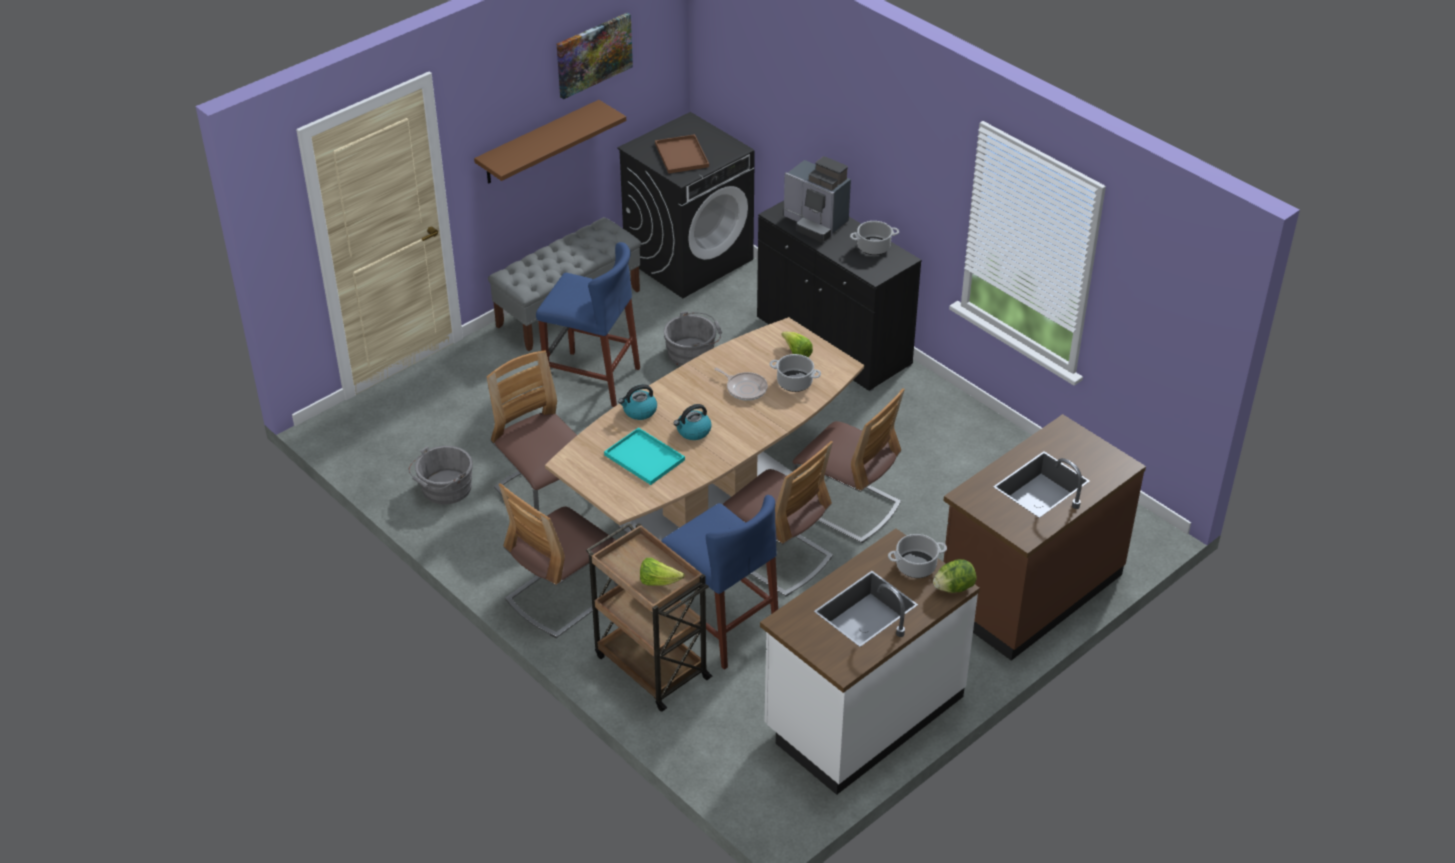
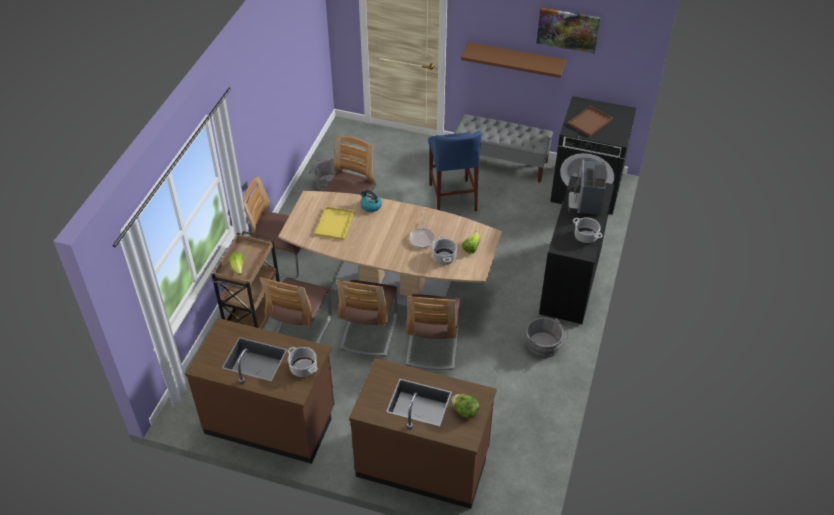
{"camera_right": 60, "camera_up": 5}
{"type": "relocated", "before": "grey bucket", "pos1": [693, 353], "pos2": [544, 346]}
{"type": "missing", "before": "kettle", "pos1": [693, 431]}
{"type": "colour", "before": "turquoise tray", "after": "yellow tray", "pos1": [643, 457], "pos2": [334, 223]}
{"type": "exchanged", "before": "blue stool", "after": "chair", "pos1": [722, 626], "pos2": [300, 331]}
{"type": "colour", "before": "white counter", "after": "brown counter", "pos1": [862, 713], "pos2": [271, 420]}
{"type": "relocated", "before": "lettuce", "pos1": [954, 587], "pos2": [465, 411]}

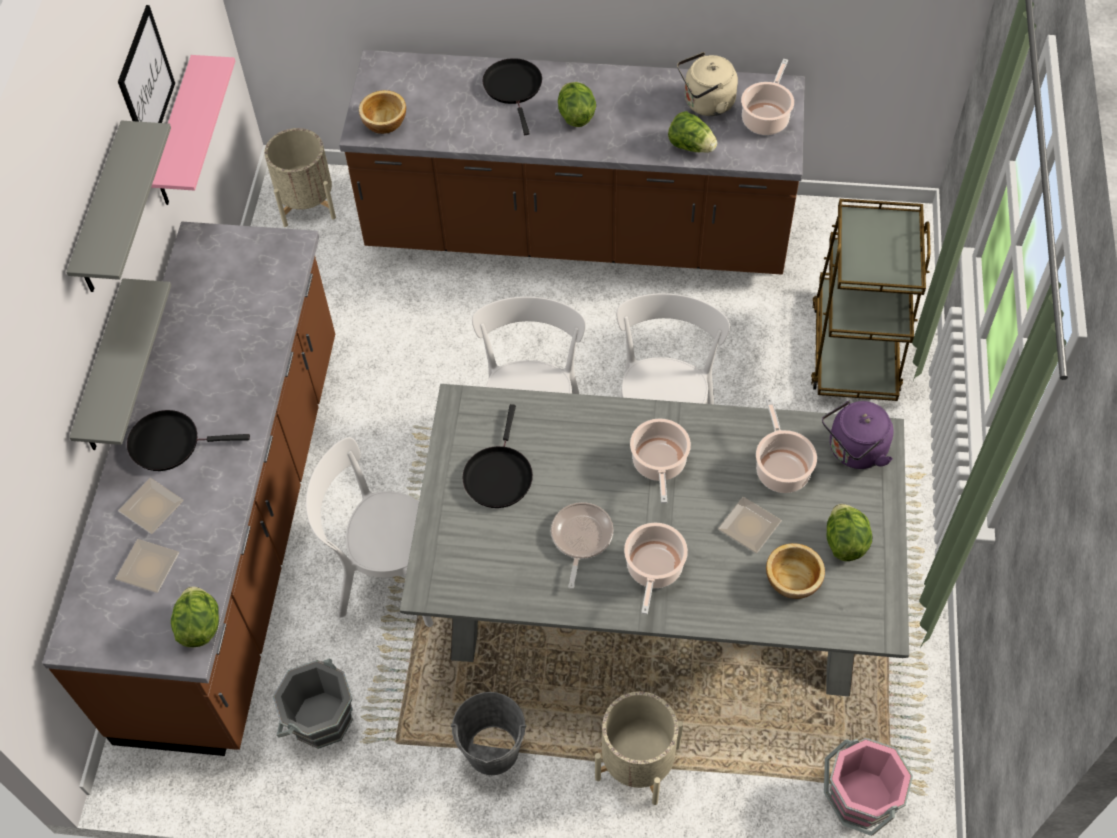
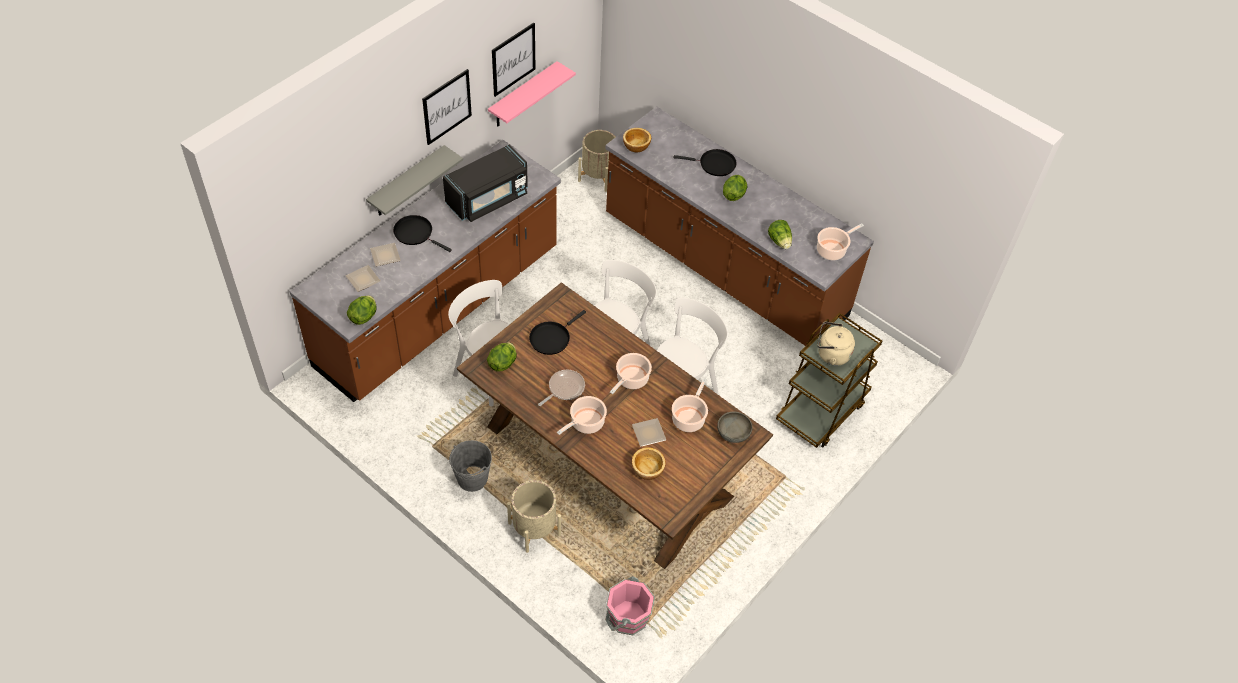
{"camera_right": 30, "camera_up": -5}
{"type": "relocated", "before": "beige kettle", "pos1": [706, 103], "pos2": [831, 354]}
{"type": "spun", "before": "black frying pan", "pos1": [514, 88], "pos2": [714, 164], "turn": 75}
{"type": "exchanged", "before": "grey shelf", "after": "picture", "pos1": [103, 213], "pos2": [447, 106]}
{"type": "colour", "before": "grey dining table", "after": "brown dining table", "pos1": [652, 597], "pos2": [607, 461]}
{"type": "exchanged", "before": "purple kettle", "after": "grey bowl", "pos1": [854, 451], "pos2": [733, 433]}
{"type": "relocated", "before": "lettuce", "pos1": [844, 541], "pos2": [503, 363]}
{"type": "missing", "before": "grey bucket", "pos1": [320, 718]}
{"type": "appeared", "after": "black microwave", "pos2": [488, 198]}

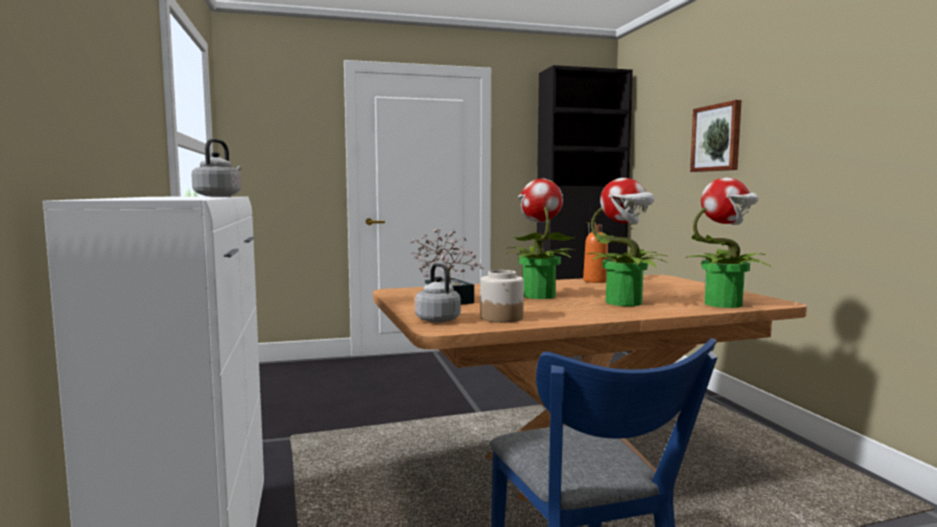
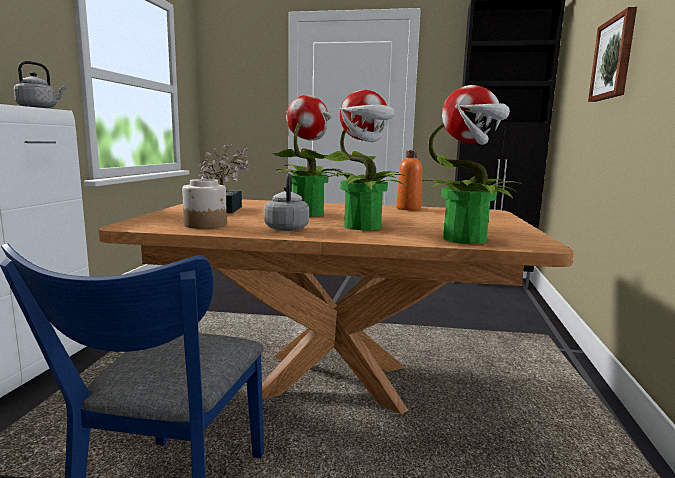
{"camera_right": 25, "camera_up": 5}
{"type": "relocated", "before": "grey kettle", "pos1": [436, 319], "pos2": [287, 228]}

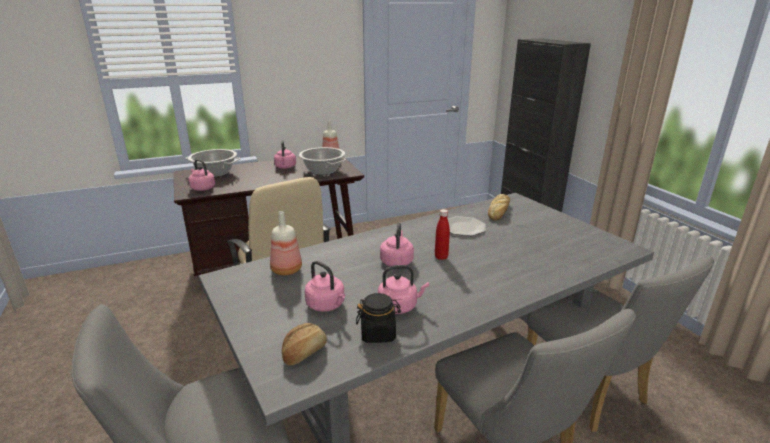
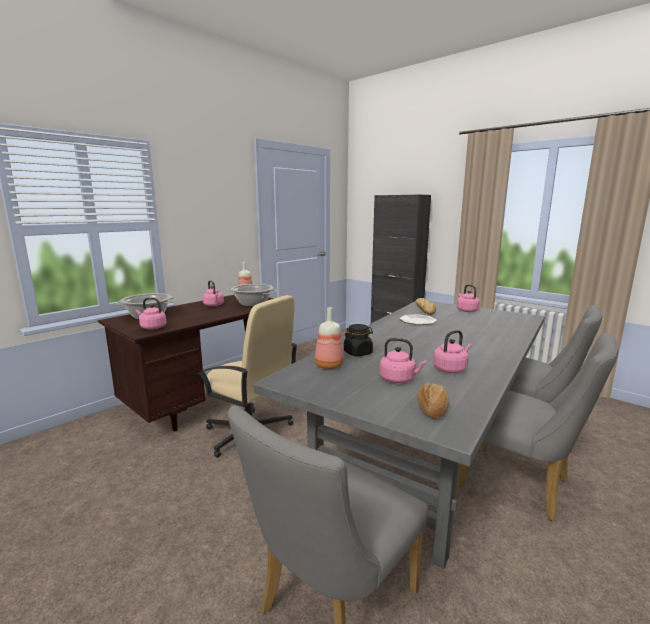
{"camera_right": -25, "camera_up": -10}
{"type": "missing", "before": "red bottle", "pos1": [441, 257]}
{"type": "relocated", "before": "pink kettle", "pos1": [396, 261], "pos2": [466, 310]}
{"type": "relocated", "before": "black jar", "pos1": [378, 333], "pos2": [358, 353]}

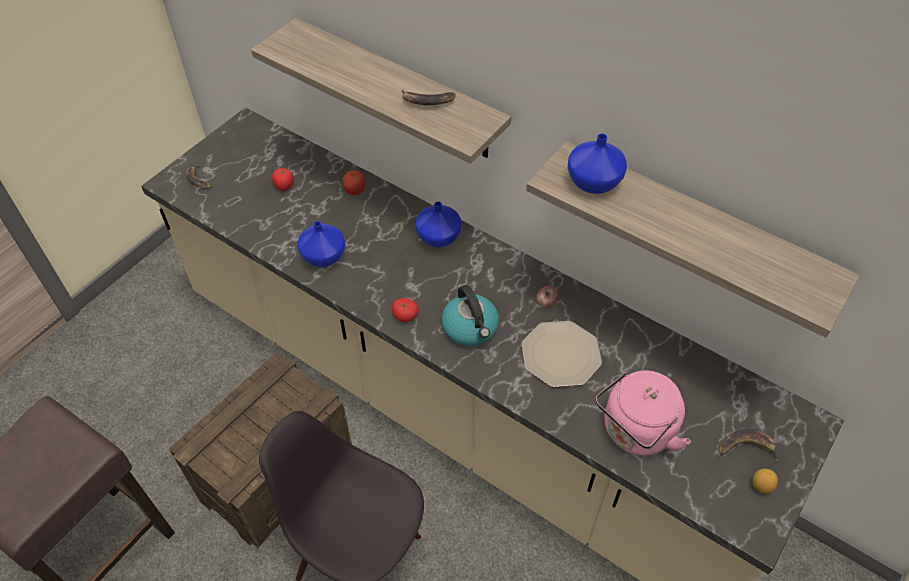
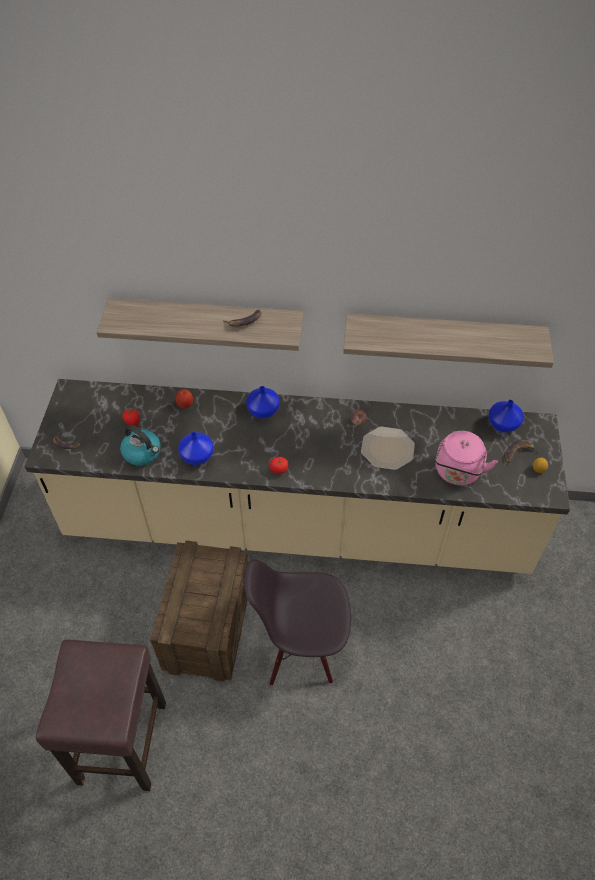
{"camera_right": -30, "camera_up": 0}
{"type": "relocated", "before": "blue vase", "pos1": [593, 181], "pos2": [502, 424]}
{"type": "relocated", "before": "kettle", "pos1": [471, 328], "pos2": [143, 453]}

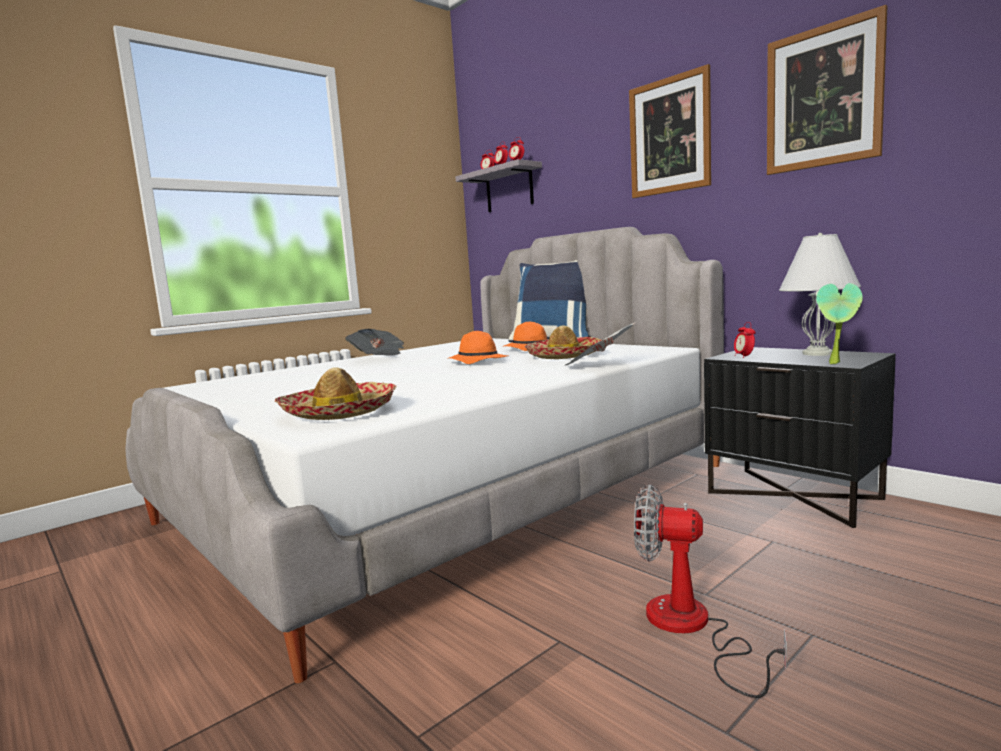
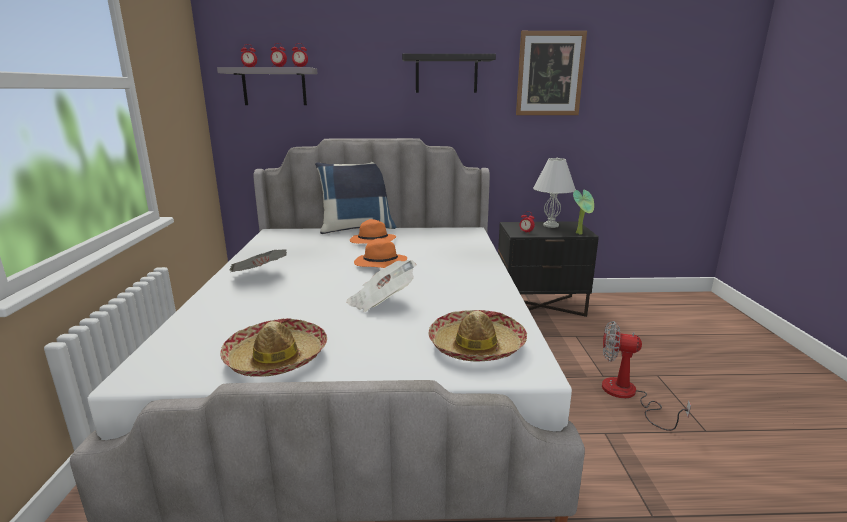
{"camera_right": -50, "camera_up": 10}
{"type": "exchanged", "before": "picture", "after": "black shelf", "pos1": [669, 136], "pos2": [446, 74]}
{"type": "relocated", "before": "newspaper", "pos1": [598, 366], "pos2": [381, 302]}
{"type": "relocated", "before": "hat", "pos1": [564, 356], "pos2": [276, 358]}
{"type": "spun", "before": "fan", "pos1": [690, 628], "pos2": [627, 395], "turn": 45}

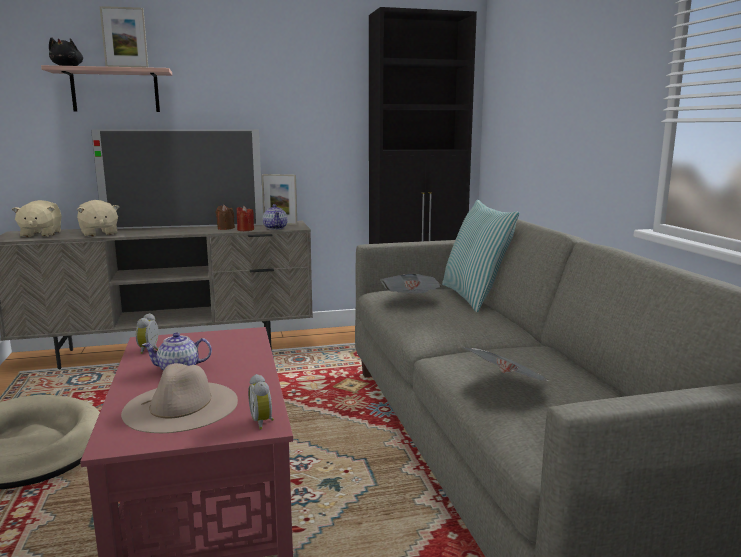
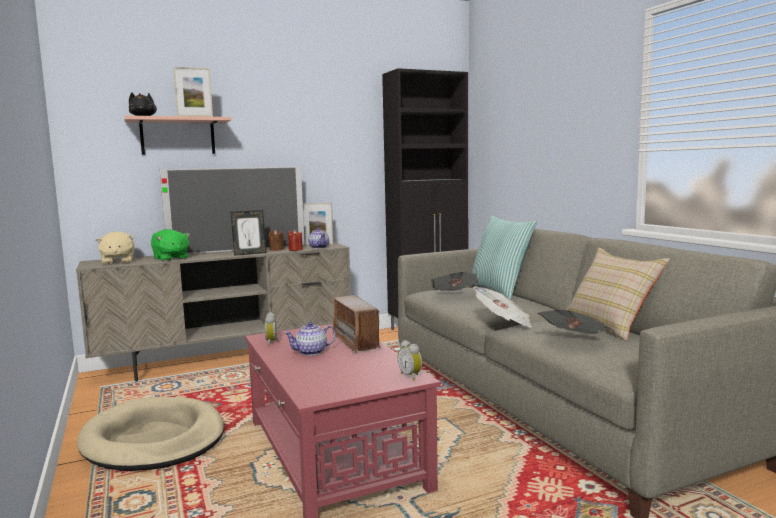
{"camera_right": -10, "camera_up": -5}
{"type": "colour", "before": "beige plush toy", "after": "green plush toy", "pos1": [99, 234], "pos2": [170, 258]}
{"type": "missing", "before": "beige hat", "pos1": [181, 406]}
{"type": "appeared", "after": "picture frame", "pos2": [250, 253]}
{"type": "appeared", "after": "beige pillow", "pos2": [609, 326]}
{"type": "appeared", "after": "newspaper", "pos2": [503, 322]}
{"type": "appeared", "after": "radio", "pos2": [356, 341]}

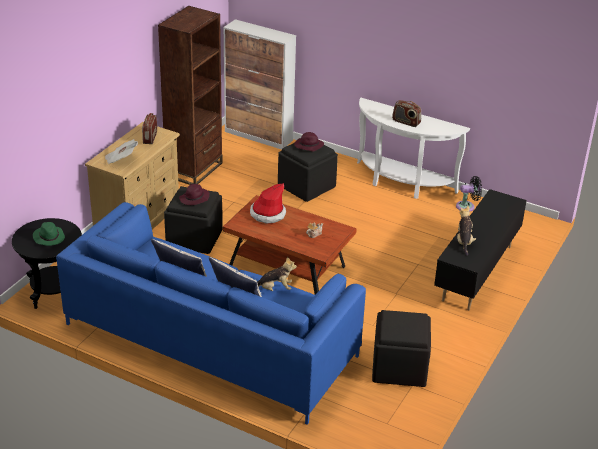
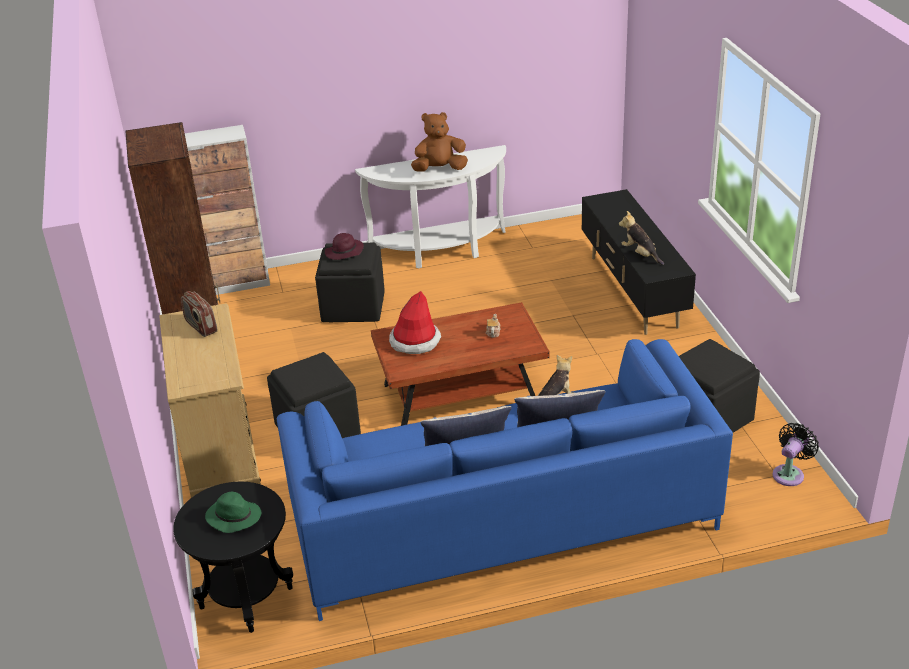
{"camera_right": -40, "camera_up": 0}
{"type": "exchanged", "before": "radio", "after": "brown plush toy", "pos1": [406, 122], "pos2": [439, 169]}
{"type": "missing", "before": "newspaper", "pos1": [121, 159]}
{"type": "relocated", "before": "black fan", "pos1": [467, 206], "pos2": [790, 473]}
{"type": "missing", "before": "purple hat", "pos1": [194, 199]}

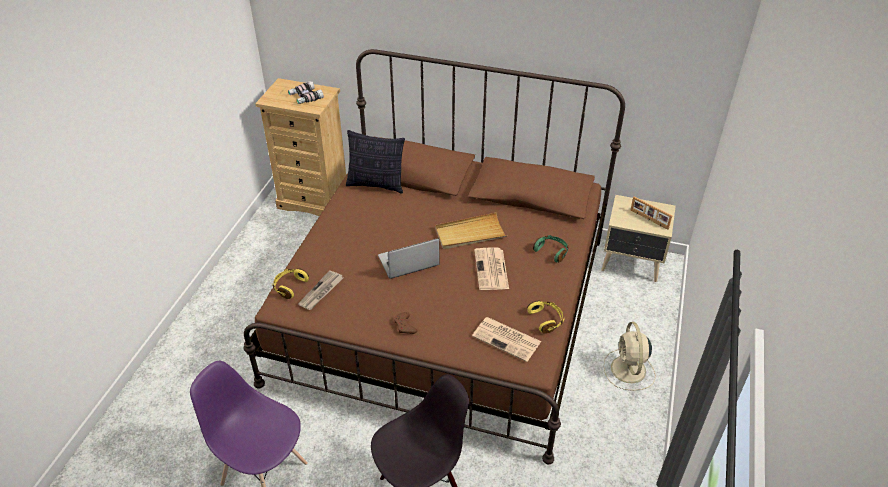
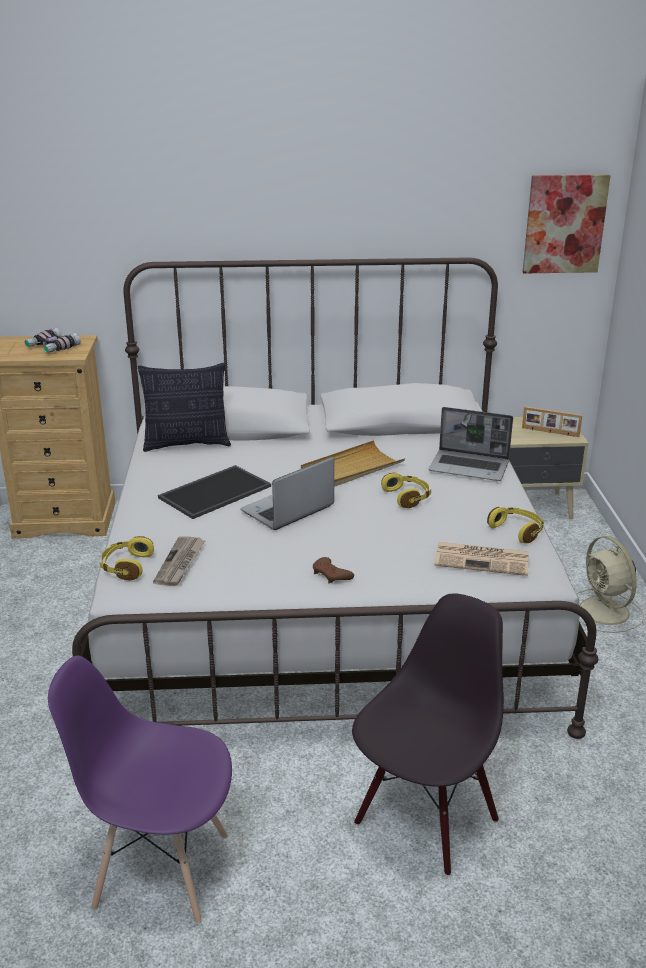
{"camera_right": -20, "camera_up": -15}
{"type": "colour", "before": "brown bed", "after": "white bed", "pos1": [443, 307], "pos2": [322, 598]}
{"type": "exchanged", "before": "green headphones", "after": "laptop", "pos1": [552, 251], "pos2": [470, 467]}
{"type": "exchanged", "before": "newspaper", "after": "yellow headphones", "pos1": [491, 270], "pos2": [407, 497]}
{"type": "appeared", "after": "picture", "pos2": [564, 224]}
{"type": "appeared", "after": "tray", "pos2": [215, 491]}

